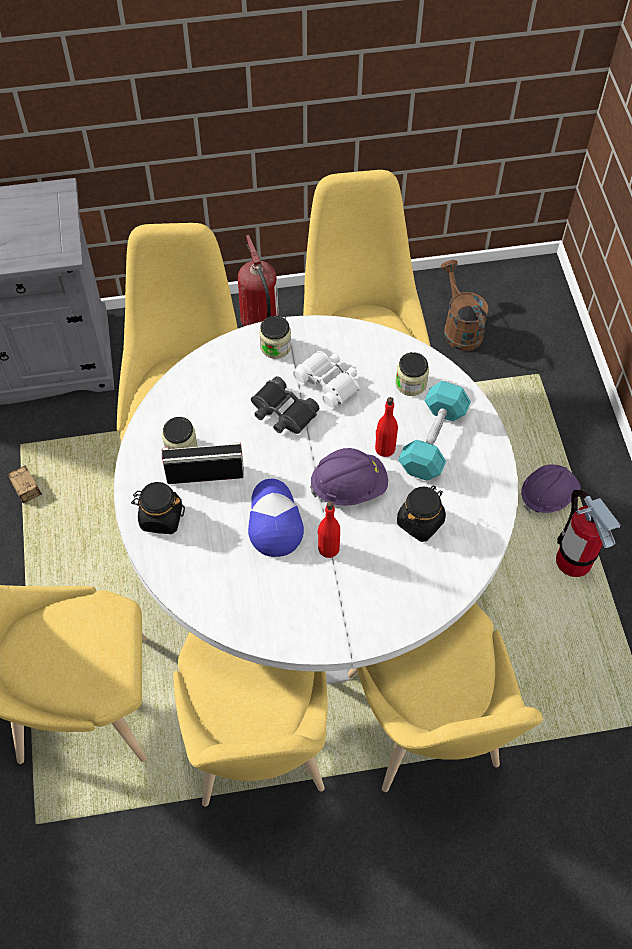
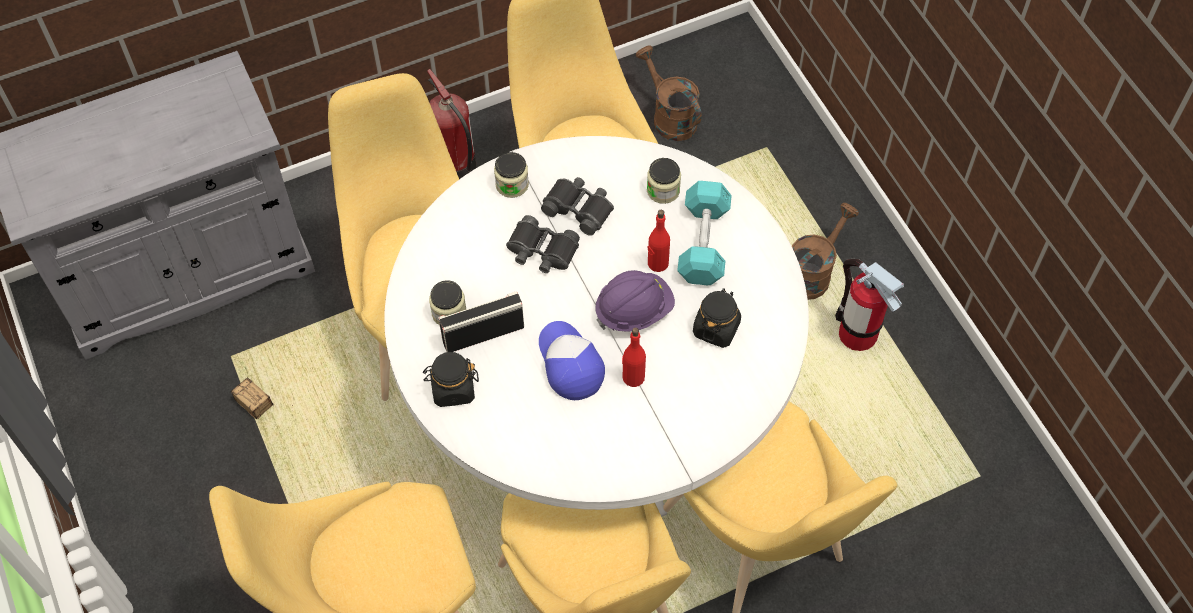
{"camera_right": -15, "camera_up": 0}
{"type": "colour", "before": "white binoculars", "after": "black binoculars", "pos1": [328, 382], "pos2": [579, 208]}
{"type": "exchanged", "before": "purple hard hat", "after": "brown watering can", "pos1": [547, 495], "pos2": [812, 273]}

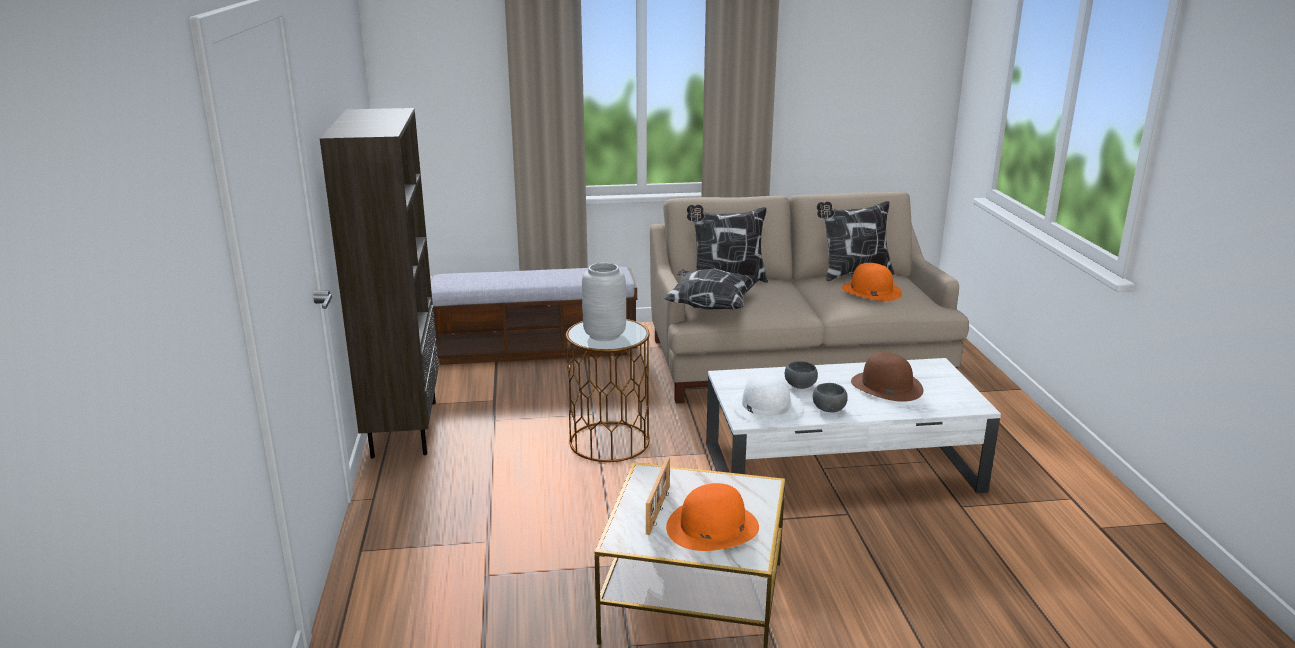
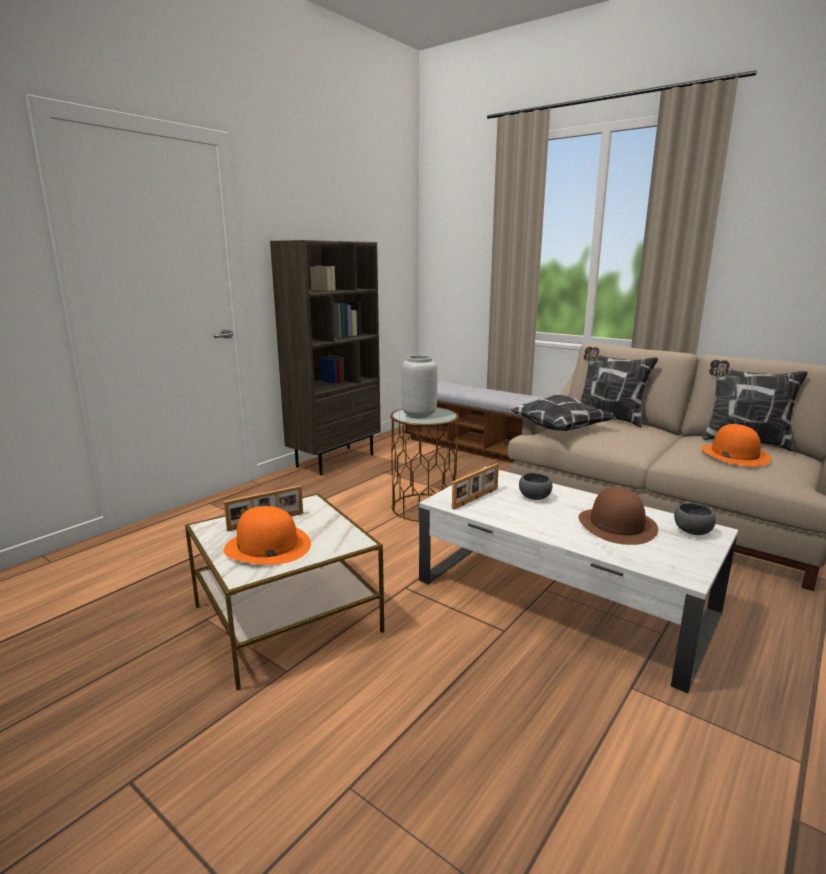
{"camera_right": 45, "camera_up": -5}
{"type": "exchanged", "before": "white hat", "after": "picture frame", "pos1": [765, 406], "pos2": [476, 498]}
{"type": "relocated", "before": "grey bowl", "pos1": [828, 409], "pos2": [691, 531]}

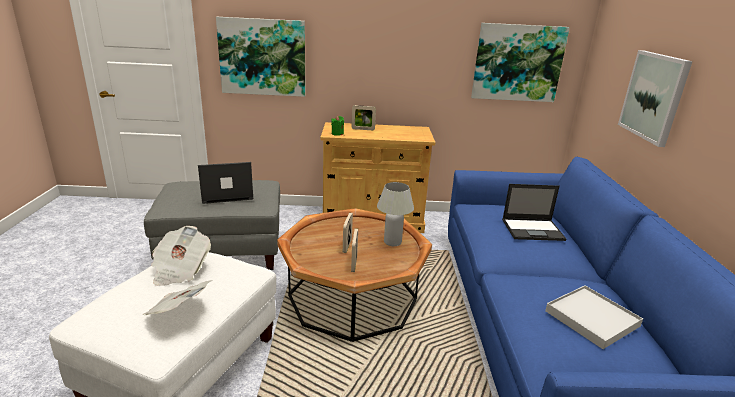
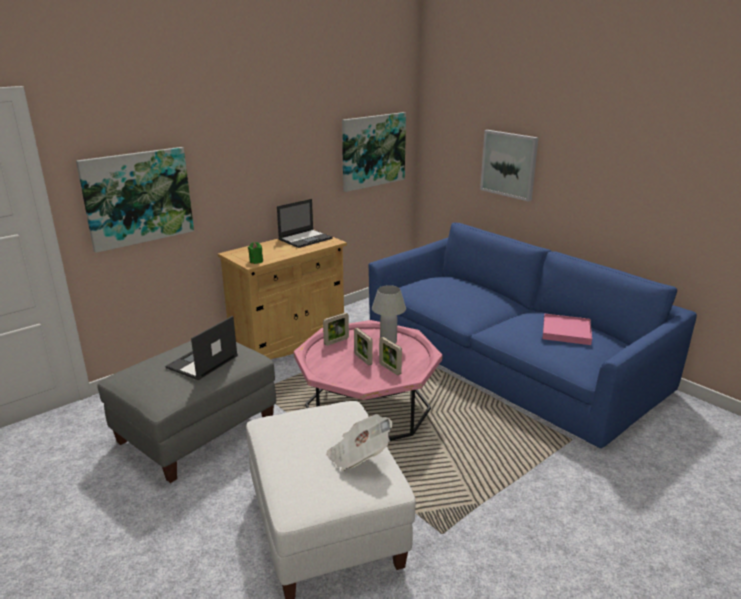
{"camera_right": -40, "camera_up": 0}
{"type": "relocated", "before": "picture frame", "pos1": [363, 129], "pos2": [336, 341]}
{"type": "relocated", "before": "laptop", "pos1": [533, 230], "pos2": [306, 239]}
{"type": "colour", "before": "brown coffee table", "after": "pink coffee table", "pos1": [352, 298], "pos2": [367, 408]}
{"type": "missing", "before": "newspaper", "pos1": [180, 270]}
{"type": "colour", "before": "white tray", "after": "pink tray", "pos1": [591, 318], "pos2": [566, 331]}

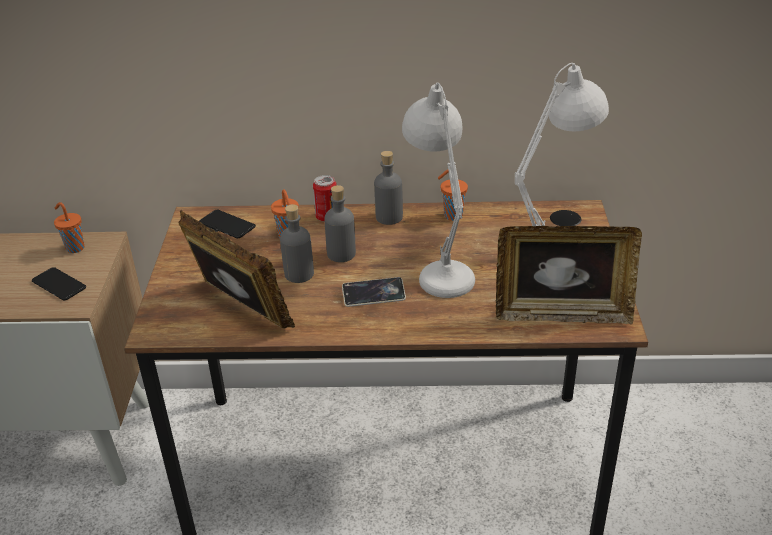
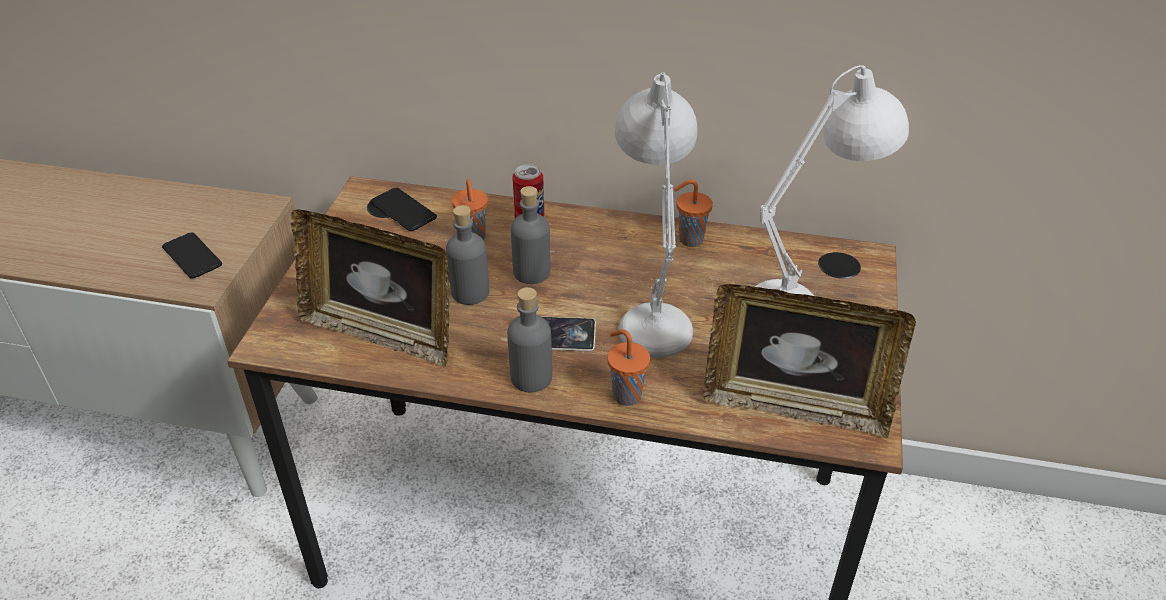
{"camera_right": 10, "camera_up": 5}
{"type": "relocated", "before": "grey bottle", "pos1": [389, 217], "pos2": [531, 377]}
{"type": "relocated", "before": "orange cup", "pos1": [74, 248], "pos2": [625, 394]}
{"type": "spun", "before": "picture frame", "pos1": [240, 311], "pos2": [381, 333], "turn": 150}

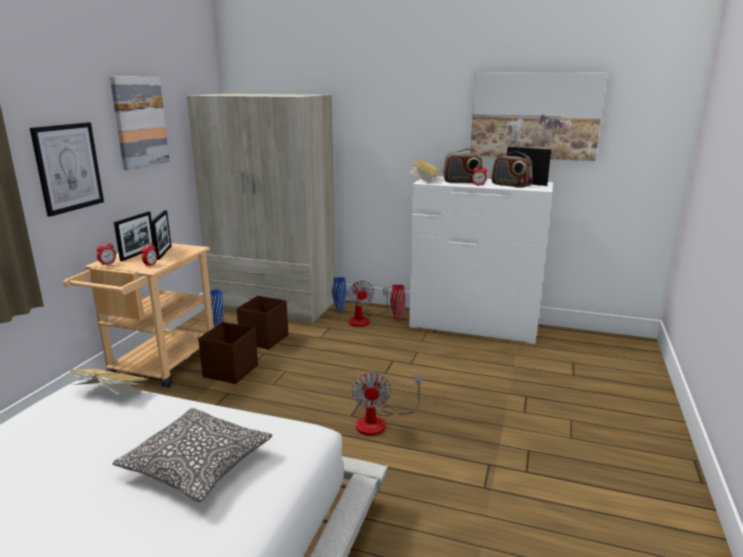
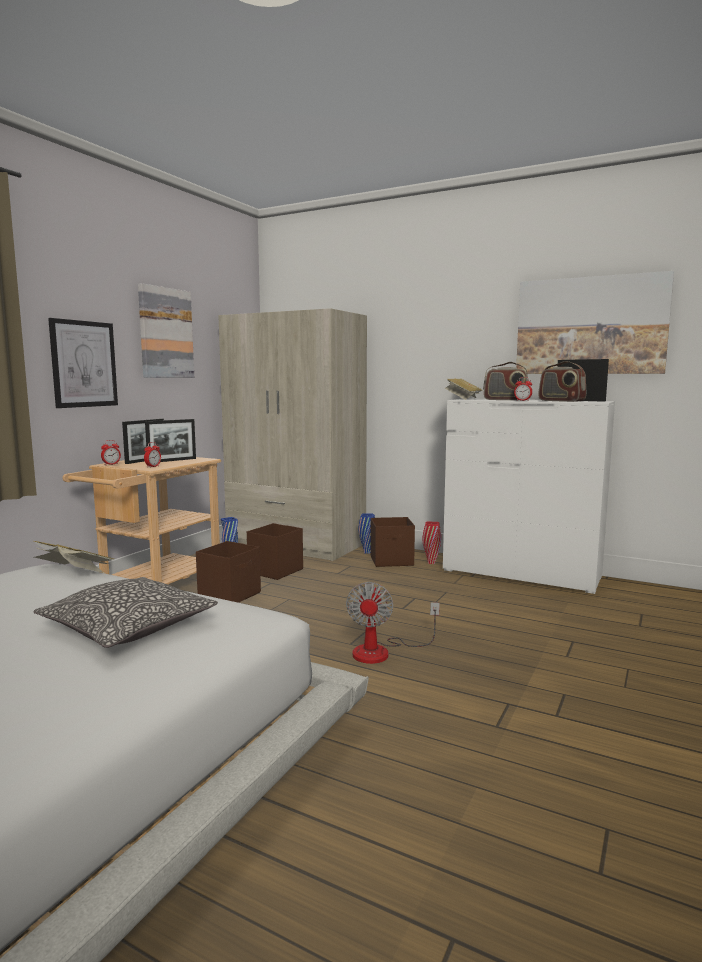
{"camera_right": 10, "camera_up": -10}
{"type": "spun", "before": "picture frame", "pos1": [164, 252], "pos2": [172, 460], "turn": 45}
{"type": "exchanged", "before": "fan", "after": "brown storage box", "pos1": [364, 319], "pos2": [392, 561]}

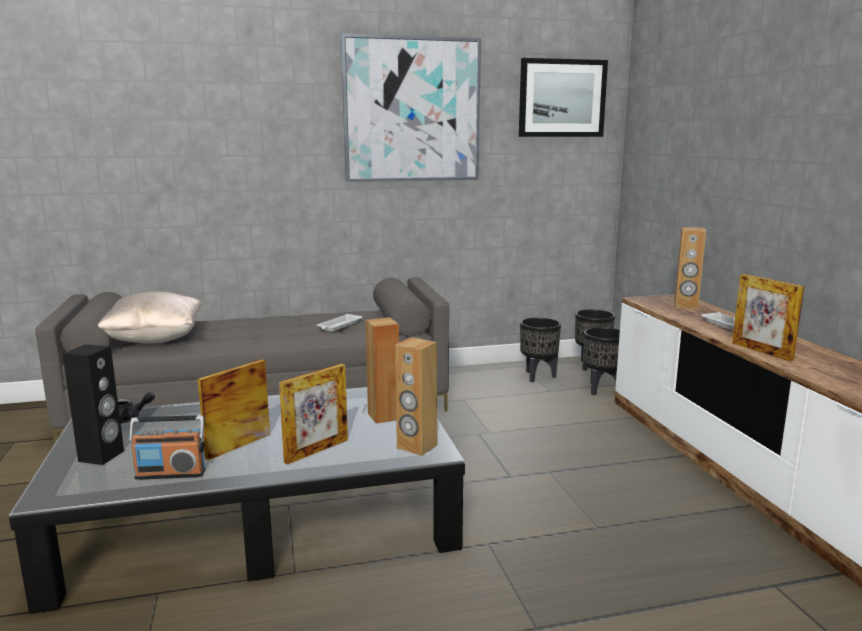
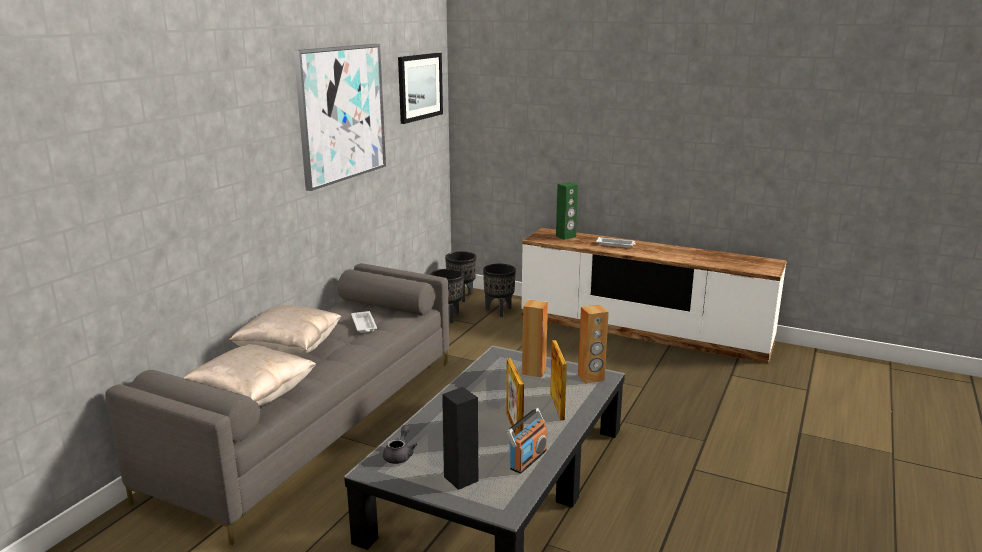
{"camera_right": -50, "camera_up": 5}
{"type": "colour", "before": "brown speaker", "after": "green speaker", "pos1": [686, 306], "pos2": [566, 236]}
{"type": "missing", "before": "picture frame", "pos1": [761, 351]}
{"type": "appeared", "after": "beige pillow", "pos2": [289, 350]}

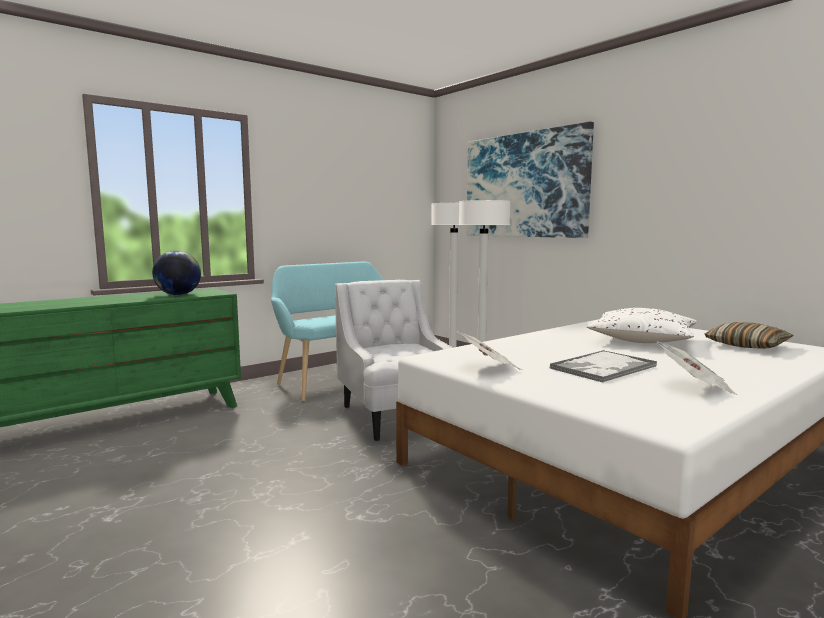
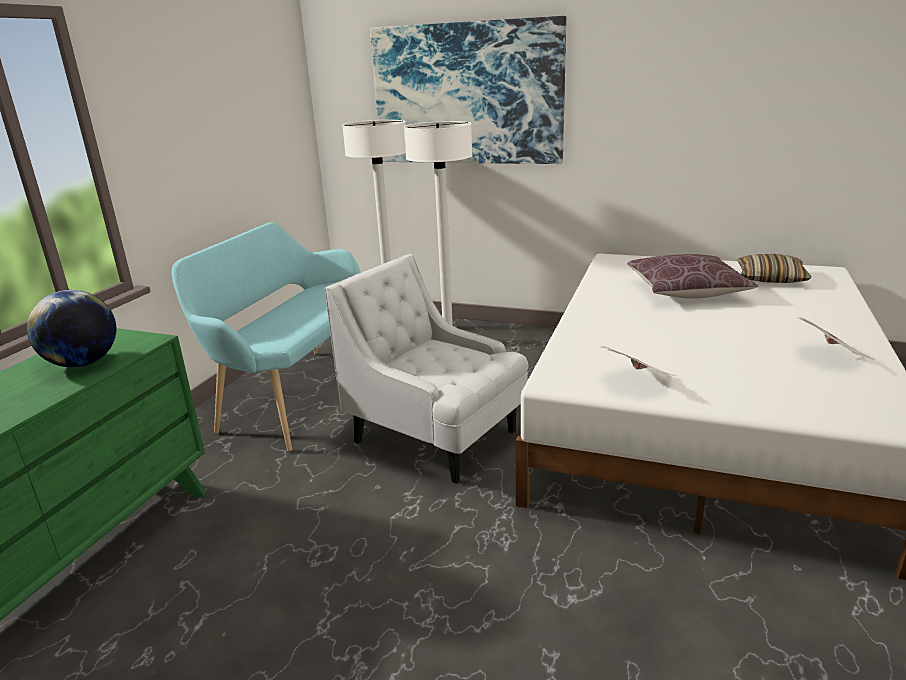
{"camera_right": -30, "camera_up": 15}
{"type": "colour", "before": "white pillow", "after": "brown pillow", "pos1": [642, 340], "pos2": [686, 291]}
{"type": "missing", "before": "tray", "pos1": [602, 367]}

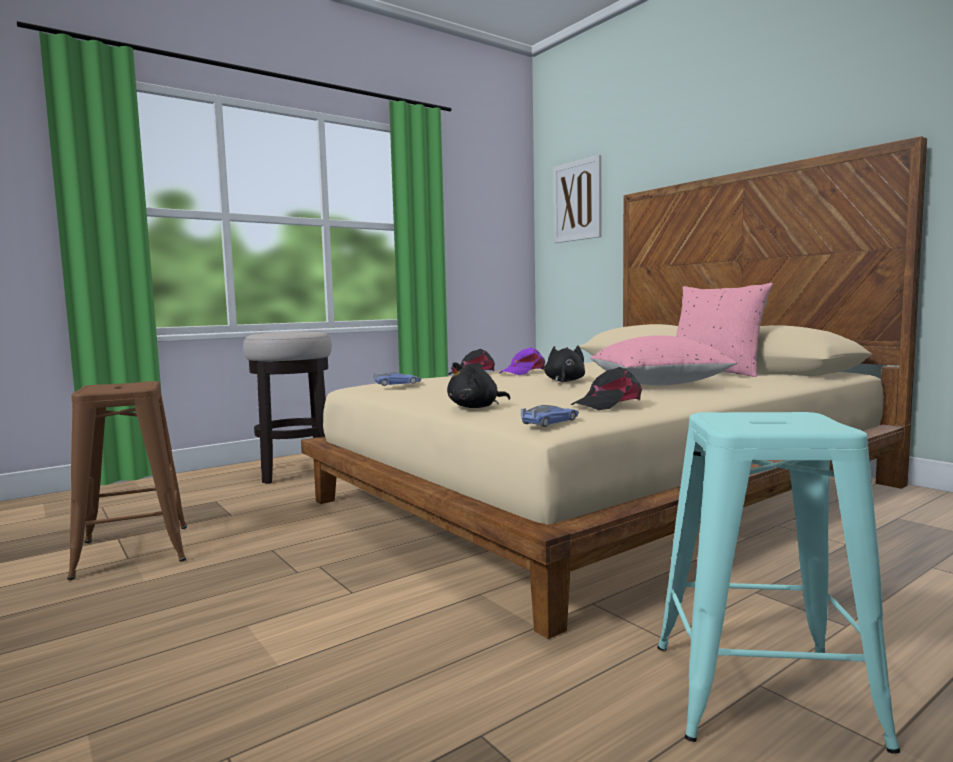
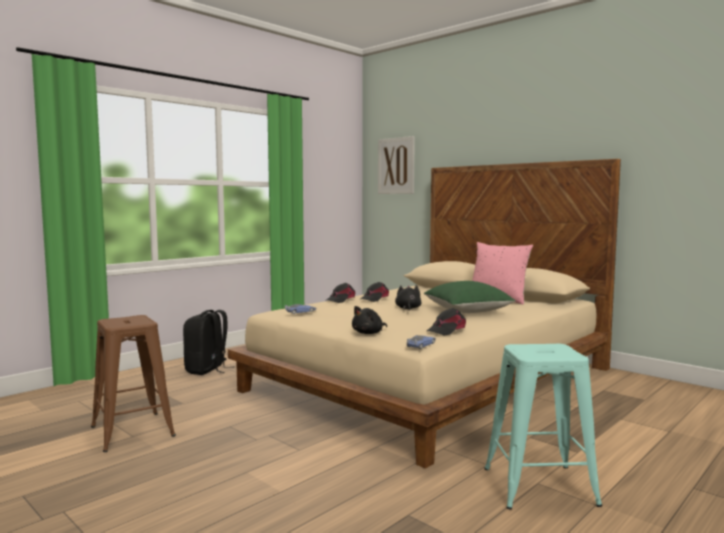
{"camera_right": -10, "camera_up": 0}
{"type": "exchanged", "before": "stool", "after": "black backpack", "pos1": [295, 473], "pos2": [207, 370]}
{"type": "colour", "before": "pink pillow", "after": "green pillow", "pos1": [658, 384], "pos2": [467, 311]}
{"type": "colour", "before": "purple cap", "after": "black cap", "pos1": [523, 372], "pos2": [374, 298]}

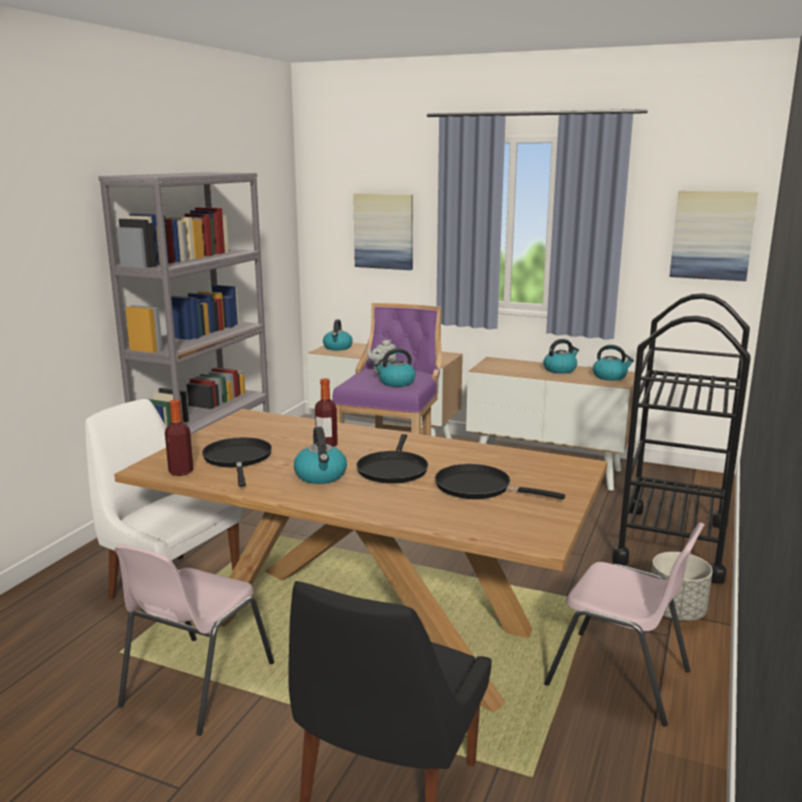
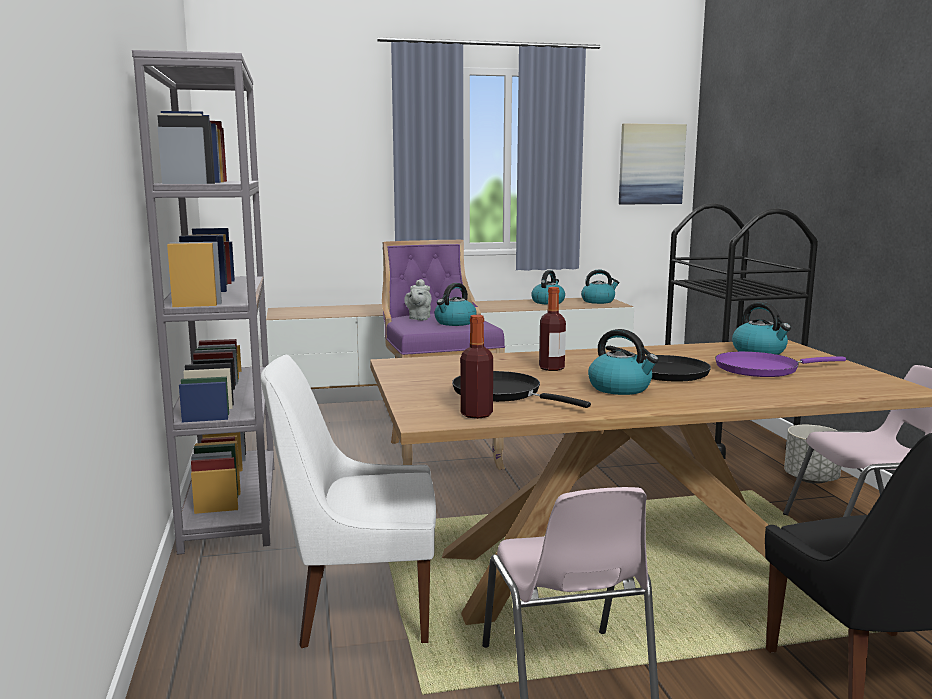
{"camera_right": -35, "camera_up": -5}
{"type": "missing", "before": "picture", "pos1": [384, 231]}
{"type": "relocated", "before": "kettle", "pos1": [337, 347], "pos2": [760, 351]}
{"type": "colour", "before": "black frying pan", "after": "purple frying pan", "pos1": [478, 487], "pos2": [762, 369]}

